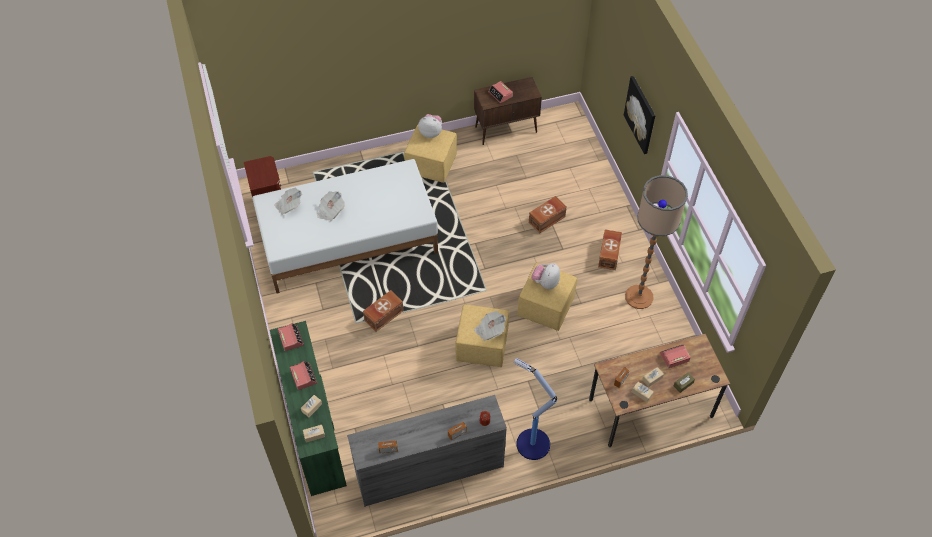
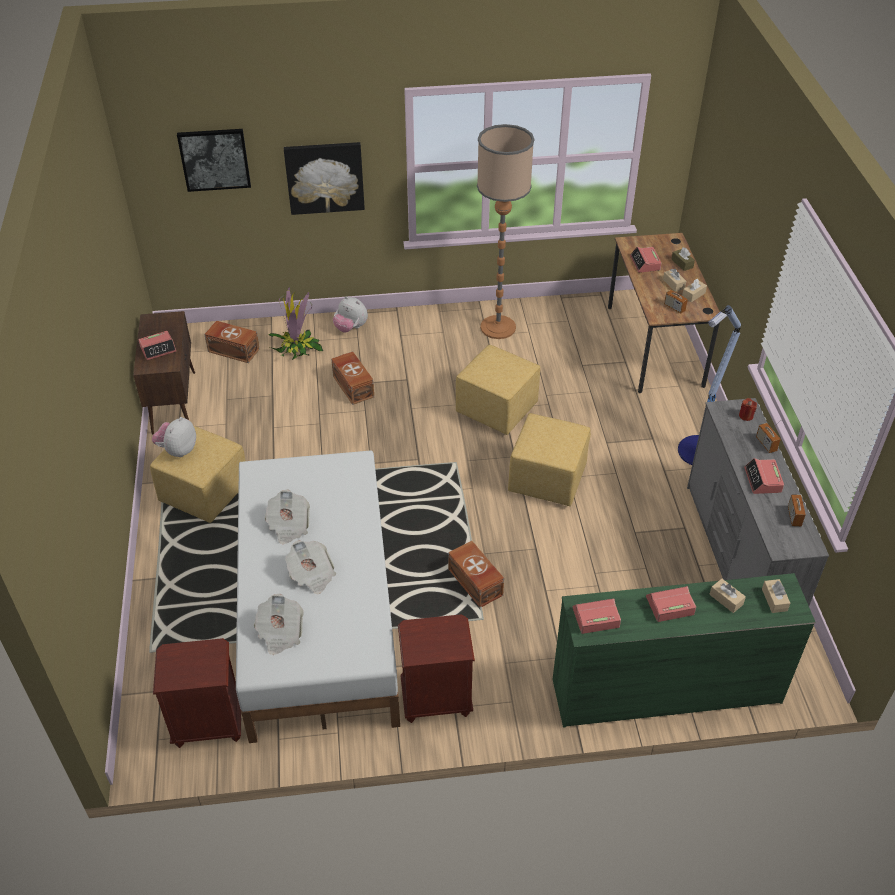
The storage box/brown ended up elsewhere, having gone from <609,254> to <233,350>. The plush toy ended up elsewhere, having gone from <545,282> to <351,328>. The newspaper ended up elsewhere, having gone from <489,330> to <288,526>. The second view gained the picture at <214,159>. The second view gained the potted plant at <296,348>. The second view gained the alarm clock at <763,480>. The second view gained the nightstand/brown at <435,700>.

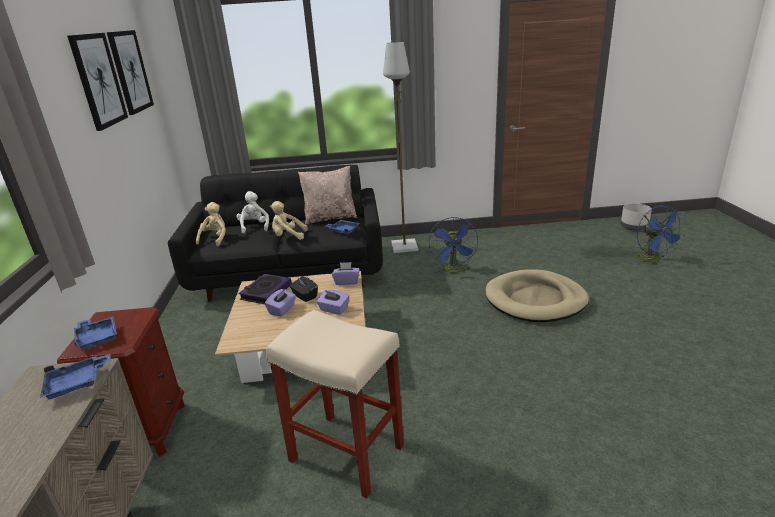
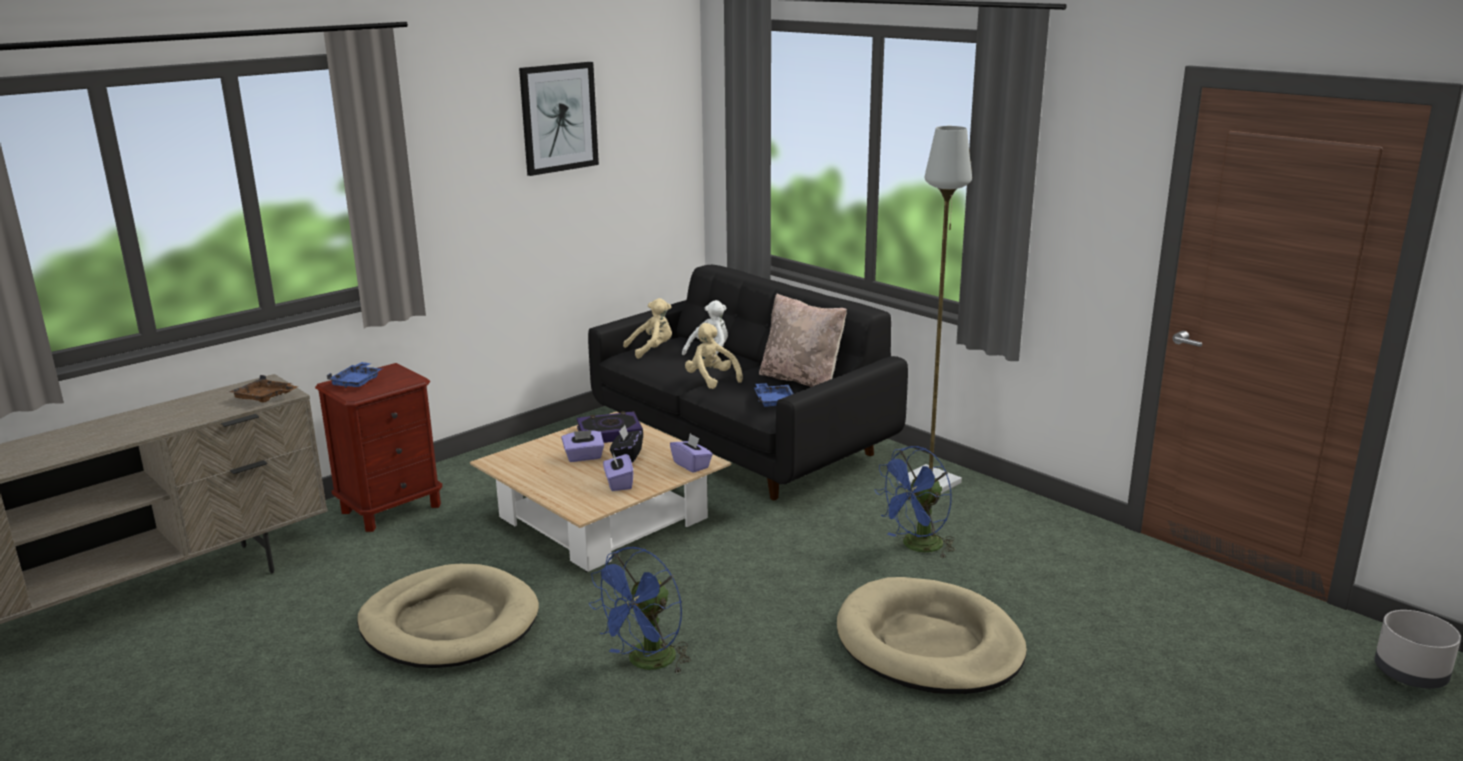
The second view lost the picture at <130,71>. The fan/blue ended up elsewhere, having gone from <652,260> to <646,663>. Where the stool/beige stood at <345,453>, the dog bed/beige came to stand at <449,623>. What was the tray/blue at <77,383> turned into the tray/brown at <265,398>.

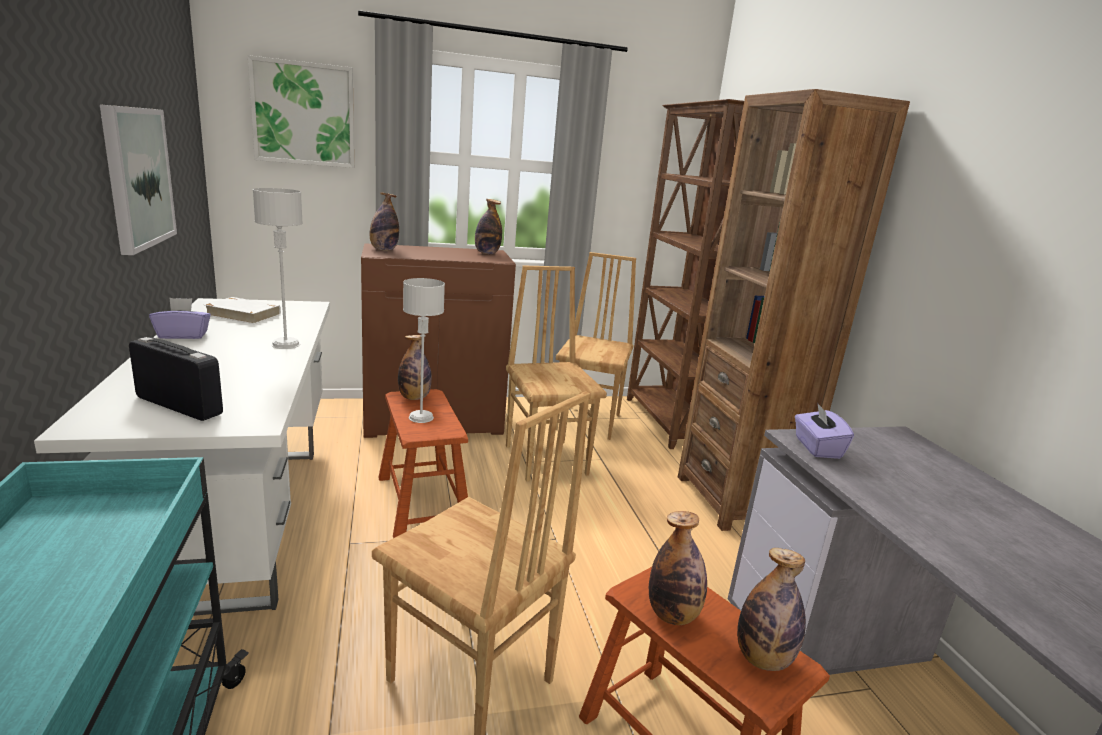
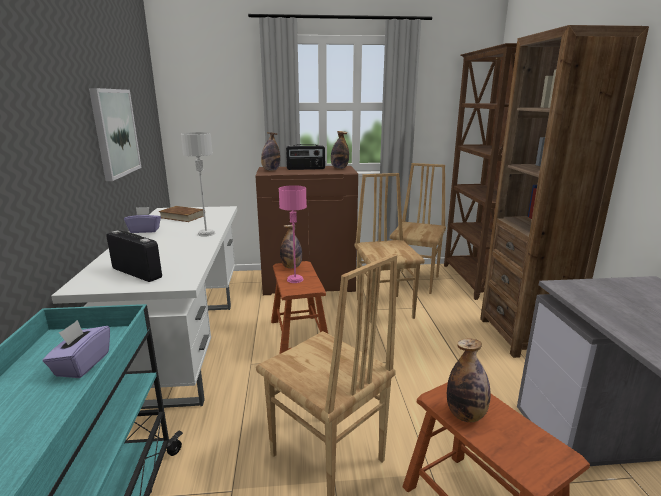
The second view lost the picture at <304,114>. What was the table lamp/grey at <420,418> turned into the table lamp/pink at <295,279>. What was the book/white at <243,315> turned into the book/brown at <182,216>. The tissue box/purple ended up elsewhere, having gone from <817,448> to <82,364>. The second view lost the bottle at <762,659>. The second view gained the radio at <305,169>.

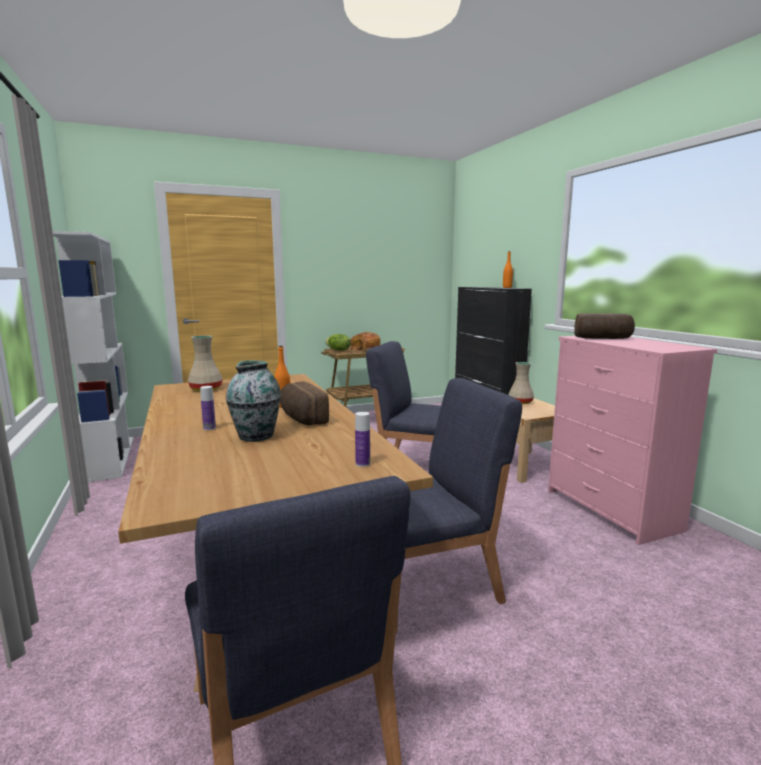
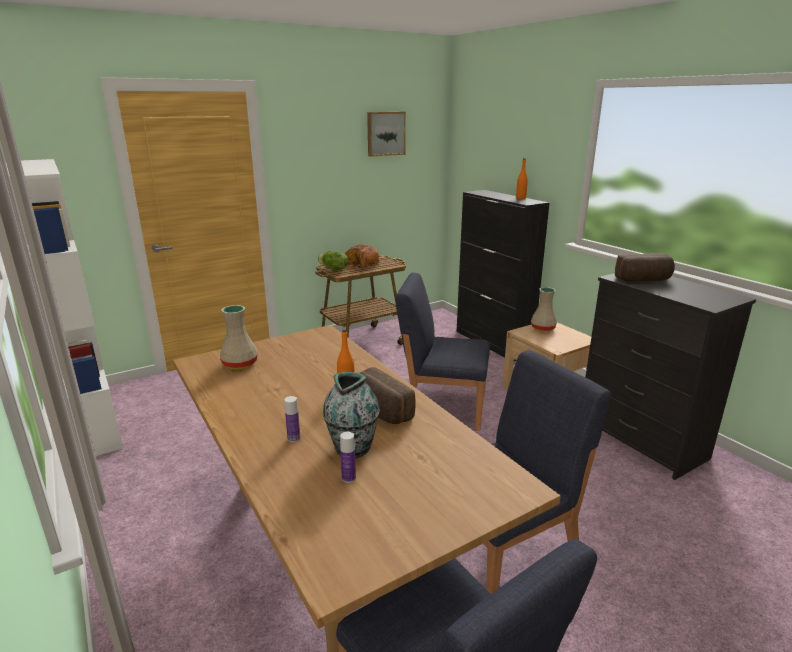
What was the dresser/pink at <611,510> turned into the dresser/black at <641,441>. The bottle ended up elsewhere, having gone from <362,464> to <348,478>. The second view gained the picture at <385,133>.

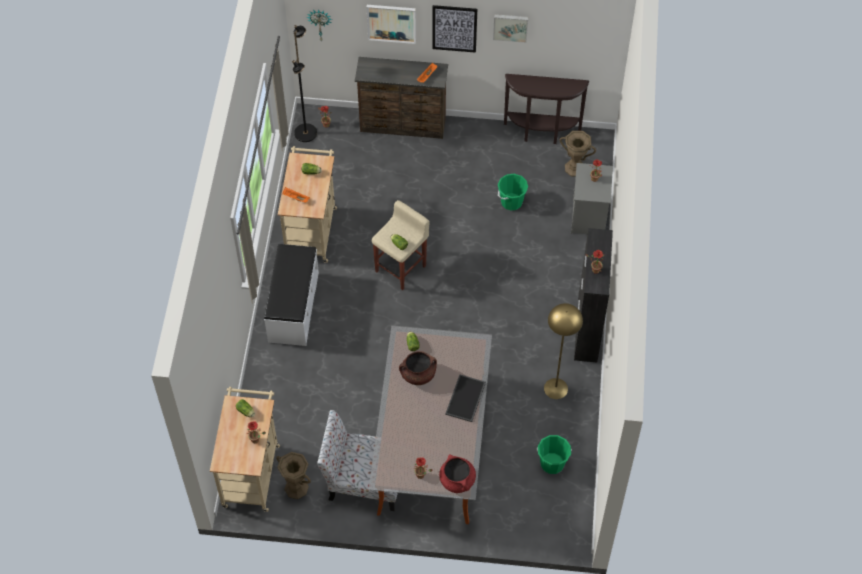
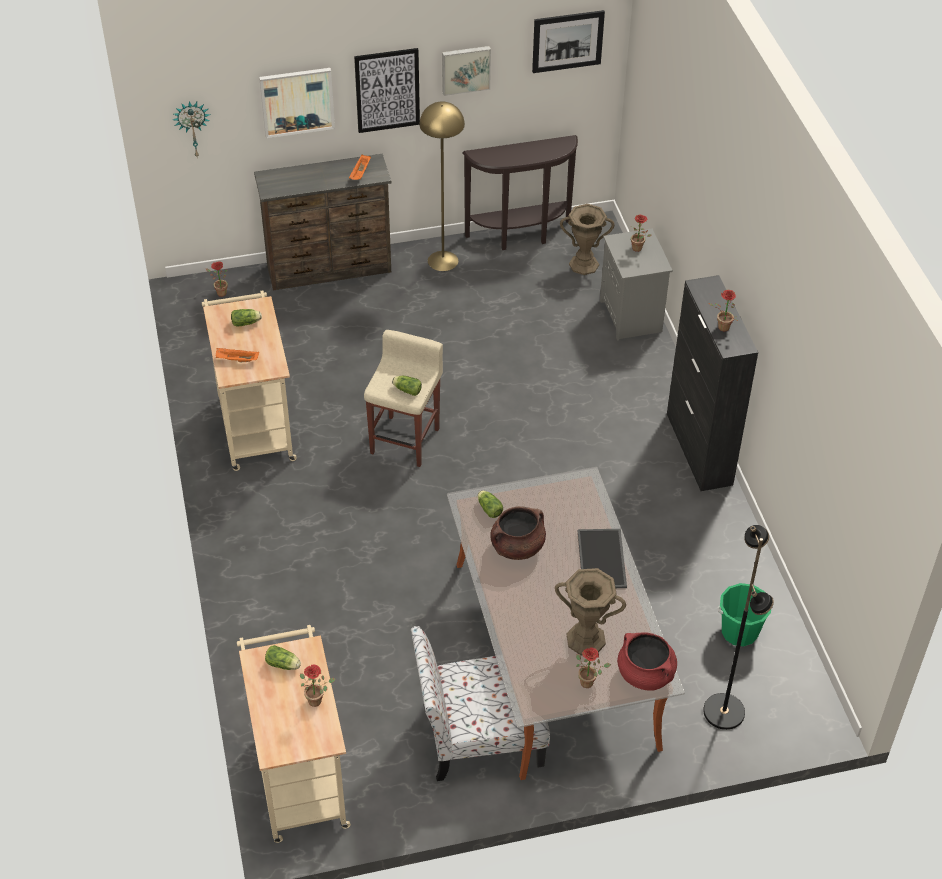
The floor lamp/black ended up elsewhere, having gone from <306,133> to <724,711>. The second view lost the bucket/green at <511,202>. The second view lost the bench/white at <293,307>. The floor lamp/yellow ended up elsewhere, having gone from <556,388> to <443,260>. The vase/brown ended up elsewhere, having gone from <296,488> to <585,639>. The second view gained the picture at <567,41>.

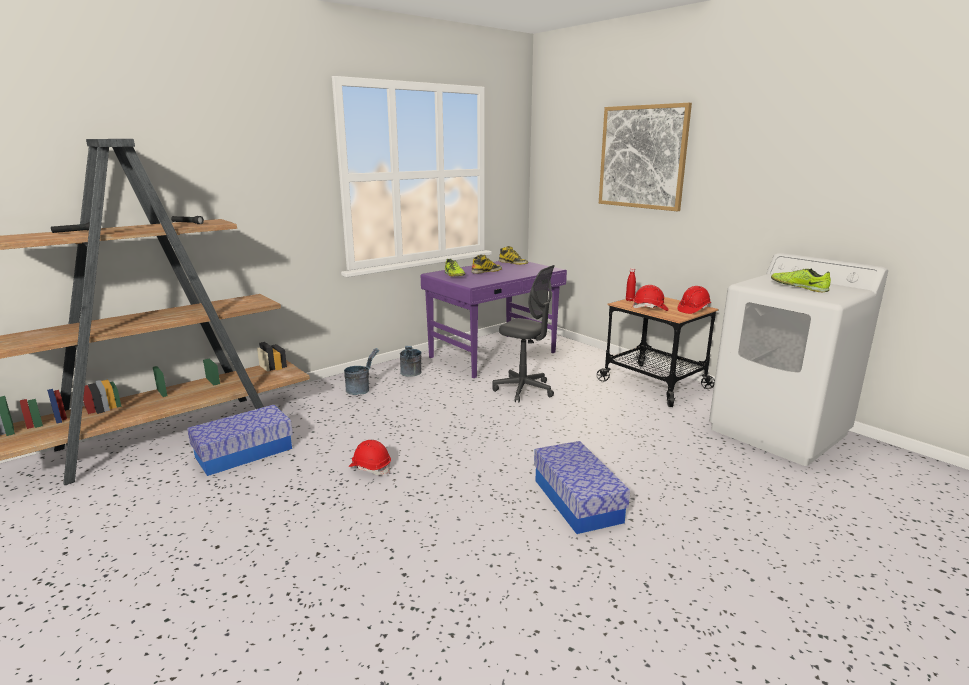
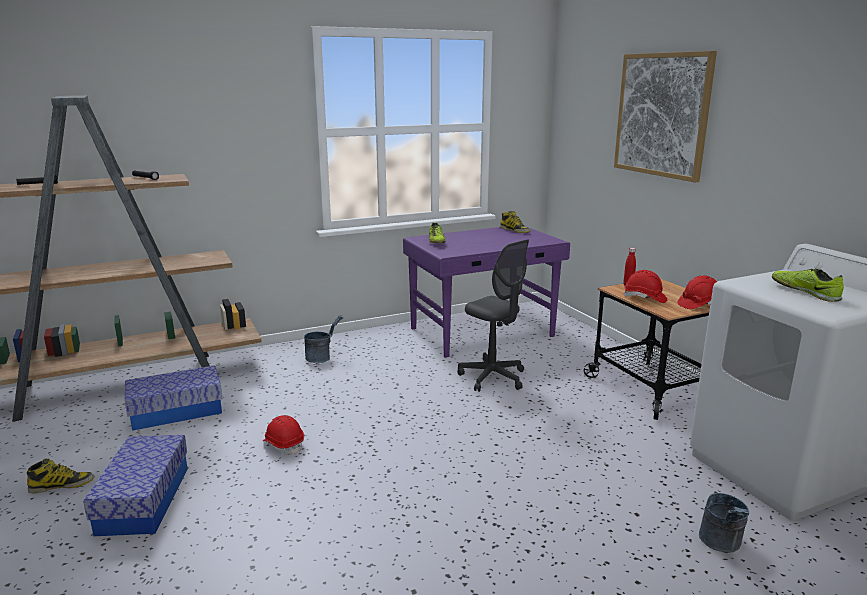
The boot ended up elsewhere, having gone from <486,271> to <62,485>. The bucket/grey ended up elsewhere, having gone from <411,374> to <721,544>. The storage box ended up elsewhere, having gone from <577,500> to <144,500>.

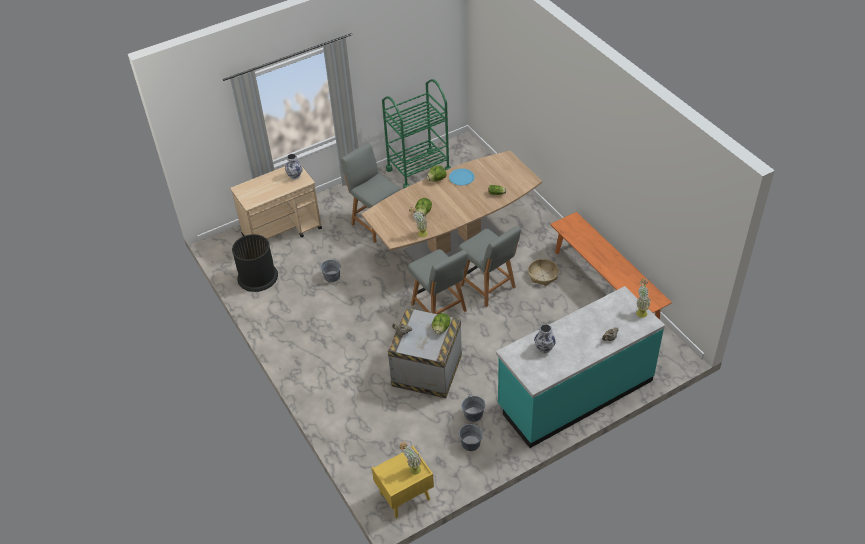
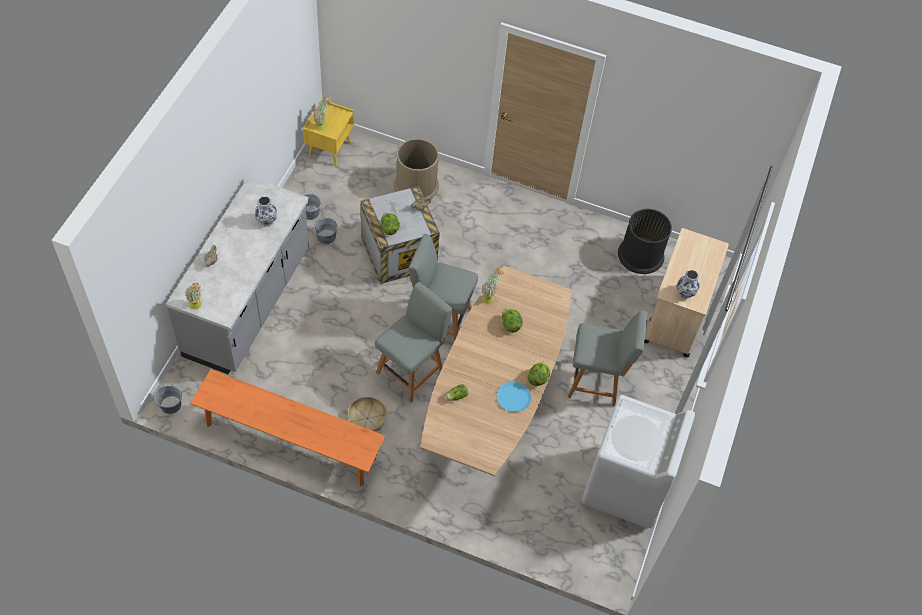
Where the cart/green stood at <418,170>, the washing machine/white came to stand at <625,487>. The chair/grey at <489,287> ended up facing another way, 120 degrees clockwise from before. The bucket/grey ended up elsewhere, having gone from <332,276> to <170,405>. What was the counter/turquoise at <575,393> turned into the counter/grey at <249,303>. The second view gained the trash can/brown at <416,185>.

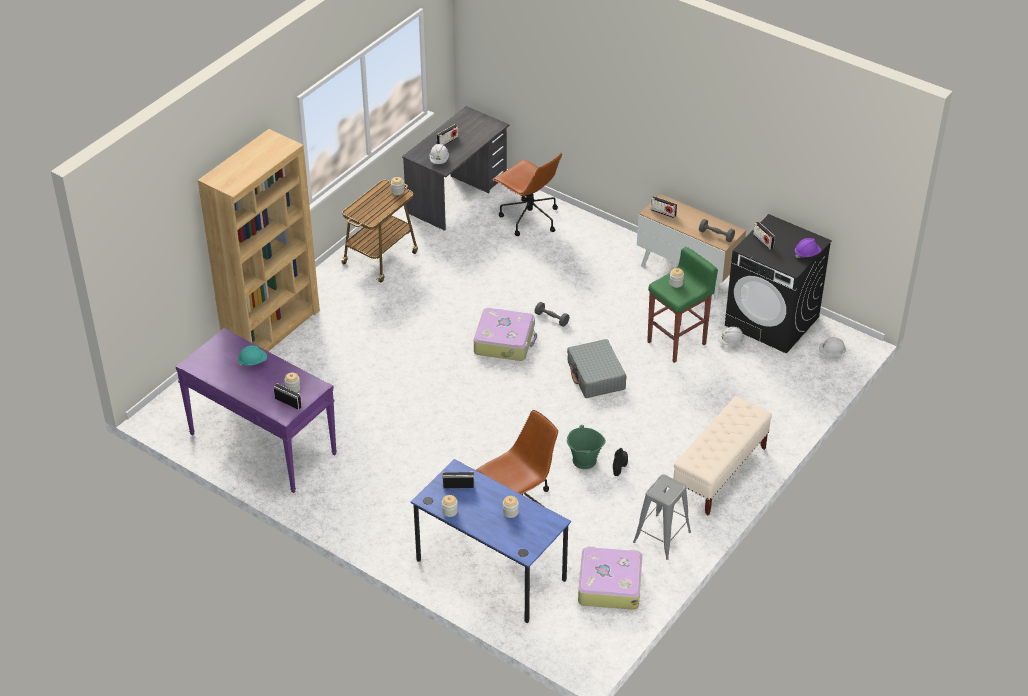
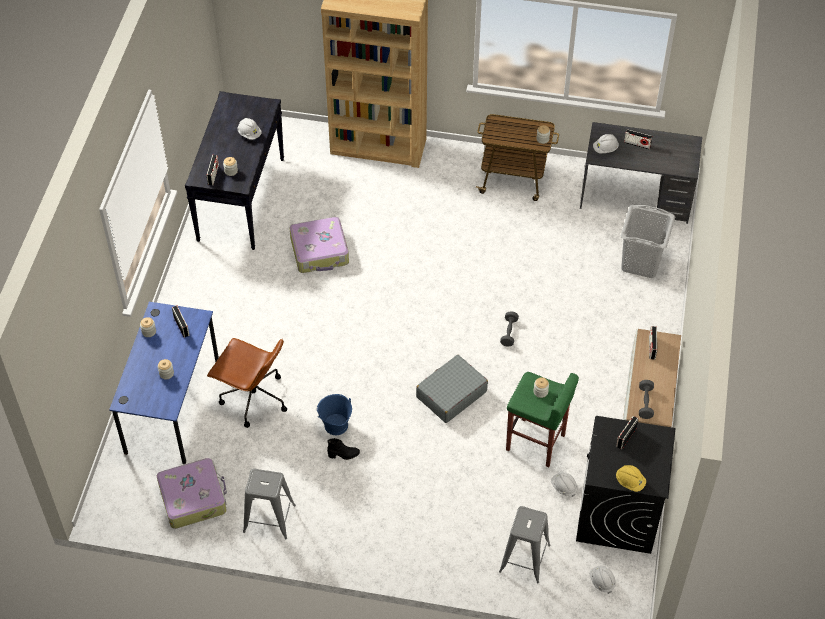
Where the office chair/brown stood at <529,218>, the laundry basket/grey came to stand at <640,263>. What was the hard hat/purple at <807,254> turned into the hard hat/yellow at <630,482>. The suitcase ended up elsewhere, having gone from <505,341> to <320,251>. What was the console table/purple at <262,444> turned into the console table/black at <241,199>. What was the hard hat/turquoise at <253,361> turned into the hard hat/white at <249,134>. The second view lost the bench/beige at <719,473>. What was the bucket/green at <584,460> turned into the bucket/blue at <335,425>. The second view gained the stool/grey at <524,558>.

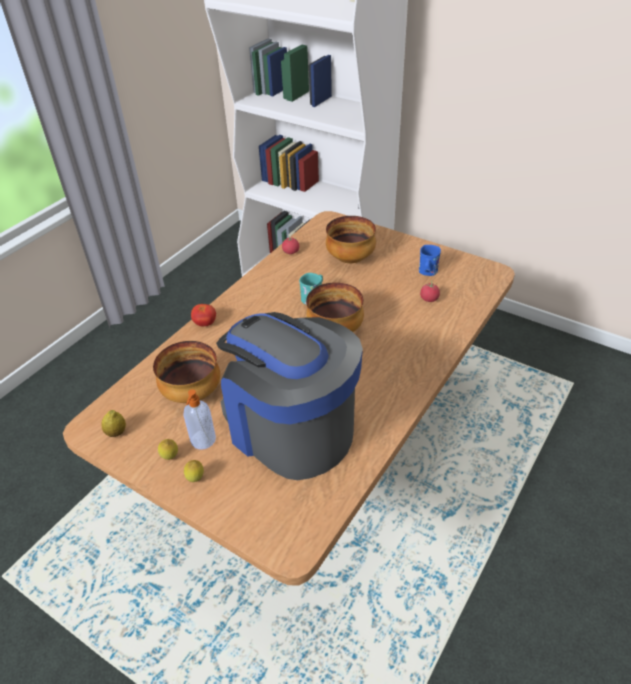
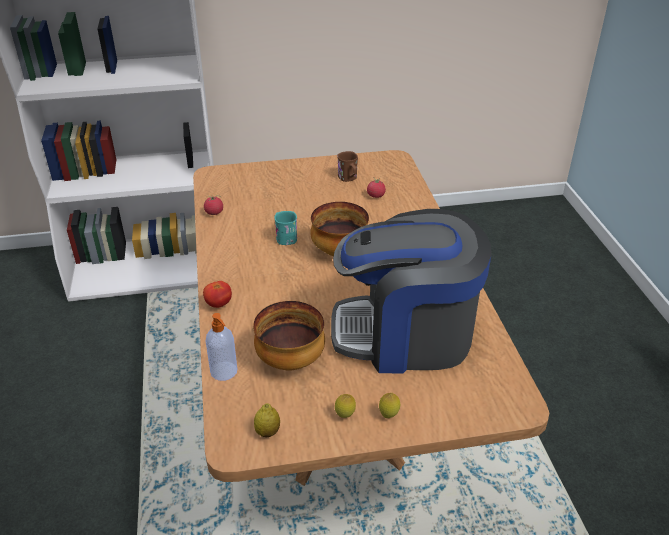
The second view lost the bowl at <351,259>. What was the mug/blue at <427,272> turned into the mug/brown at <349,178>. The soap dispenser ended up elsewhere, having gone from <203,440> to <224,372>.

